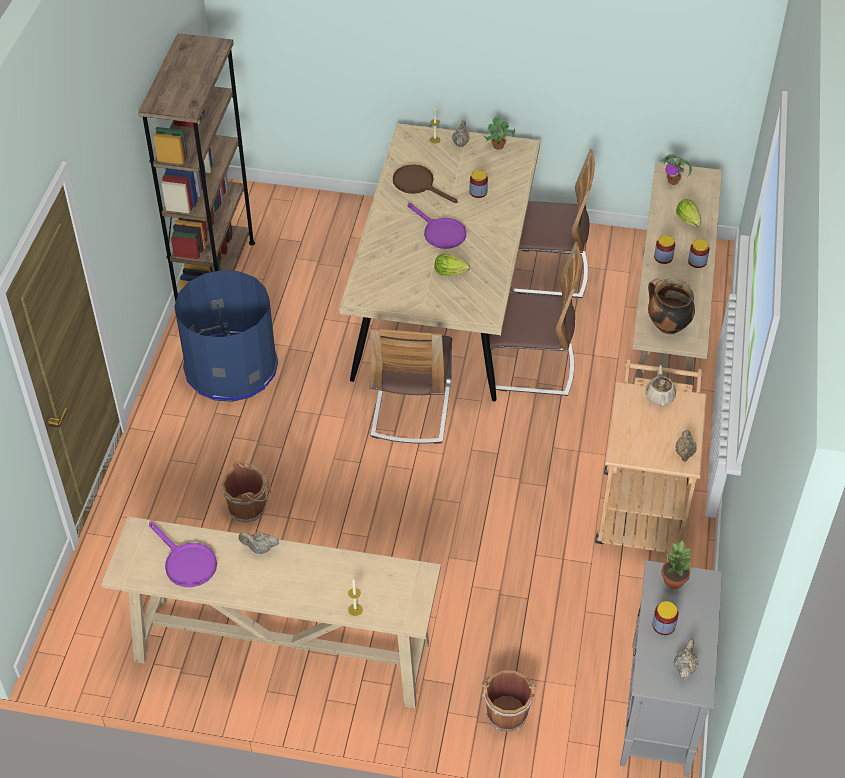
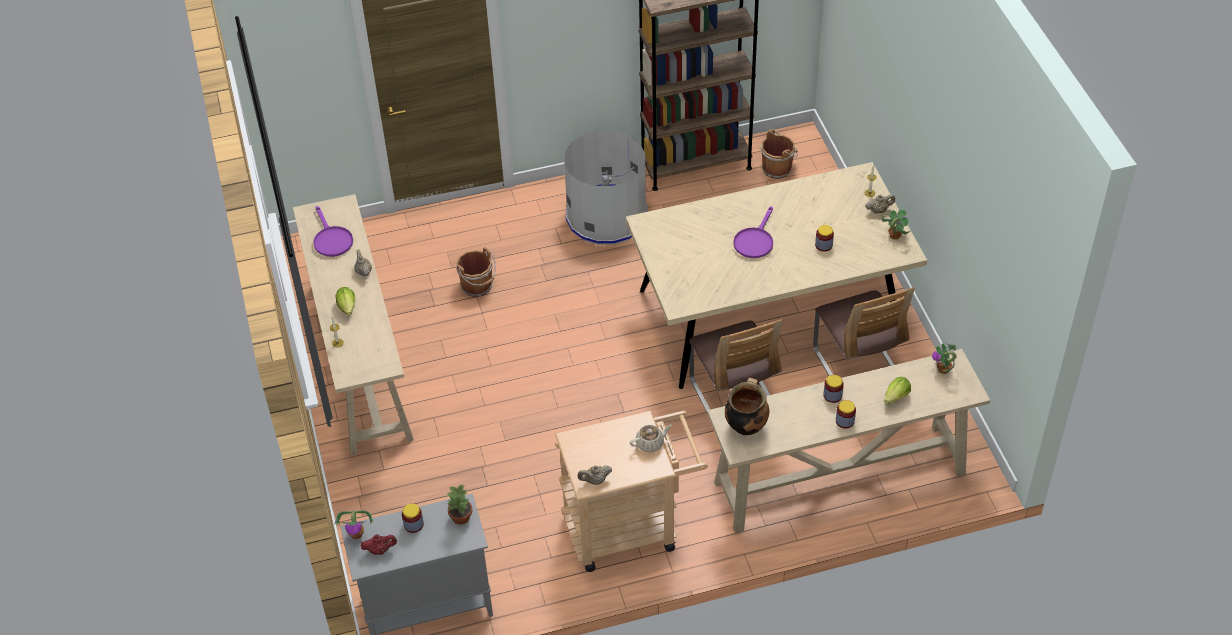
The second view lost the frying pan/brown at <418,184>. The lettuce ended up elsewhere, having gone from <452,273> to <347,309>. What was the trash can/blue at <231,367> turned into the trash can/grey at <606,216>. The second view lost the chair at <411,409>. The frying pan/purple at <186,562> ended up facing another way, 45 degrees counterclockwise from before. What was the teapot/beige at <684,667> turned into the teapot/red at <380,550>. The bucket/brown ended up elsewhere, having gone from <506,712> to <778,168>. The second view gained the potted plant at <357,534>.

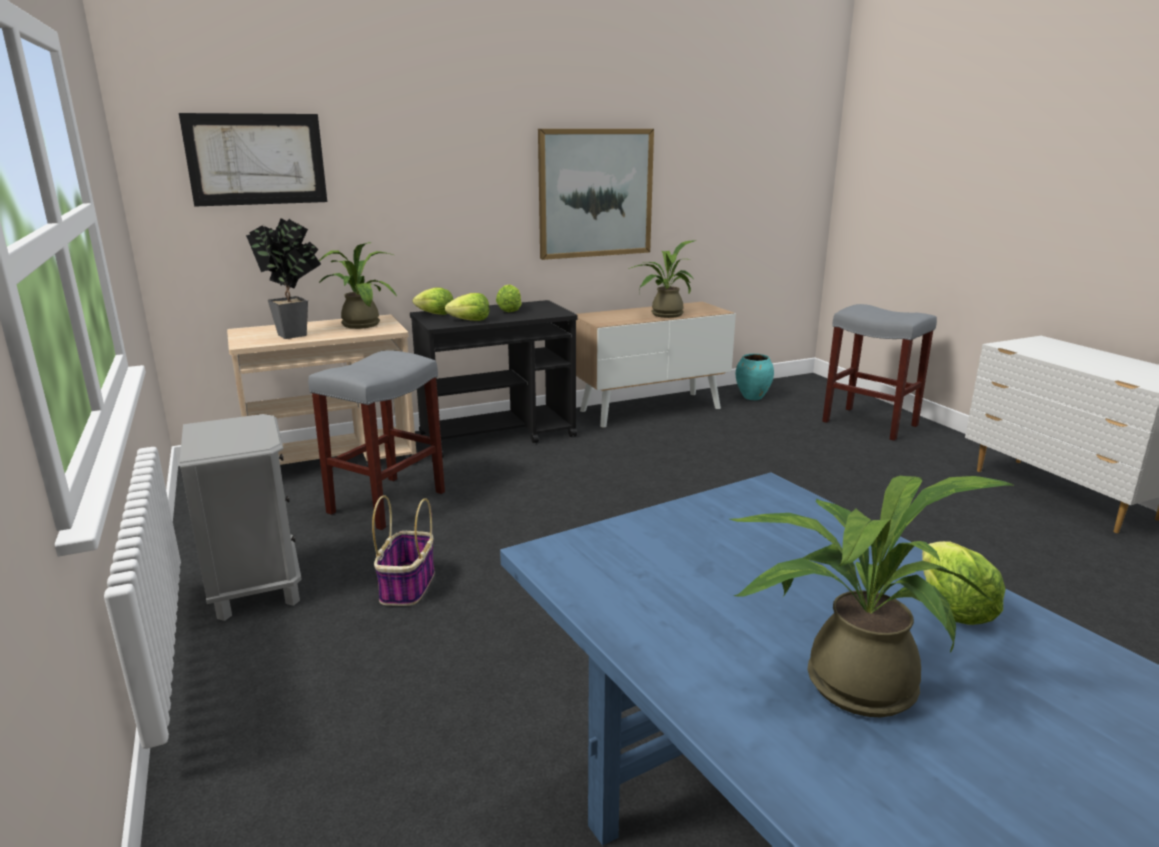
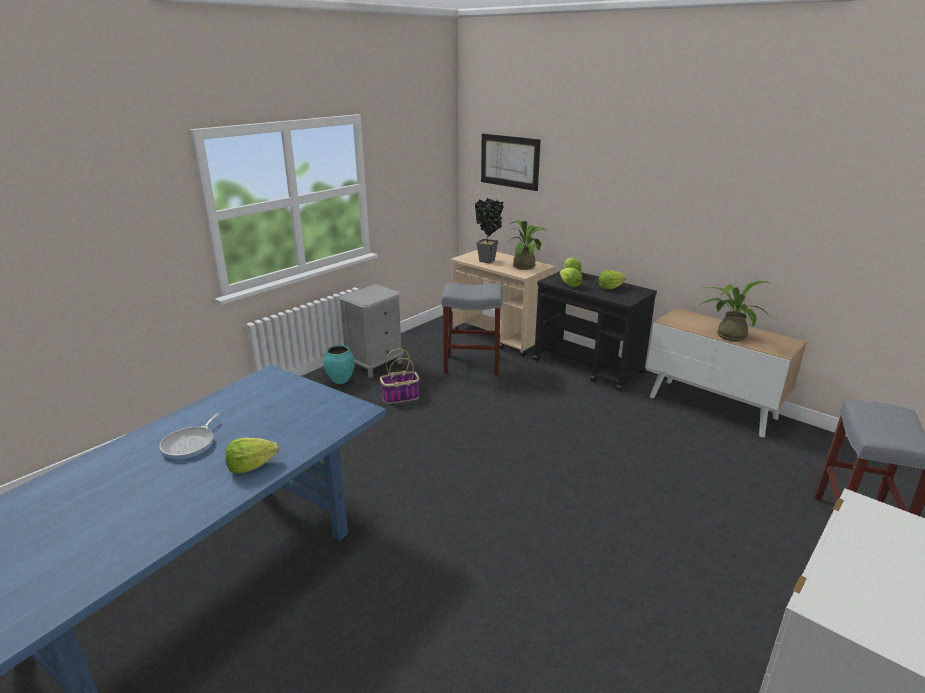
The second view lost the picture at <595,193>. The vase/turquoise ended up elsewhere, having gone from <753,397> to <340,381>. Where the potted plant stood at <846,680>, the frying pan came to stand at <191,444>.

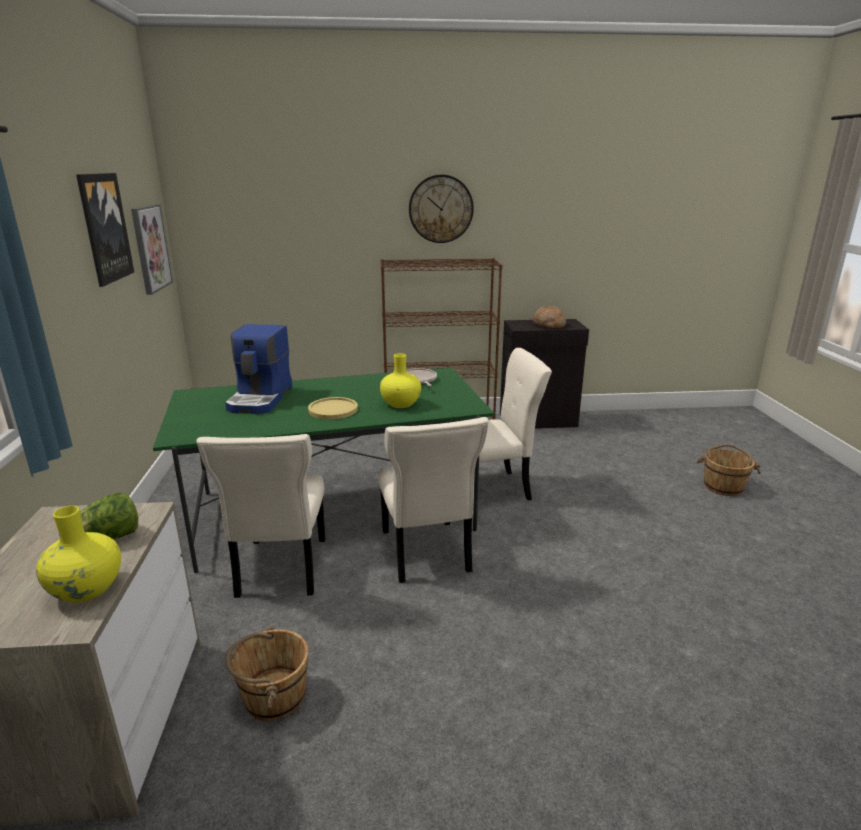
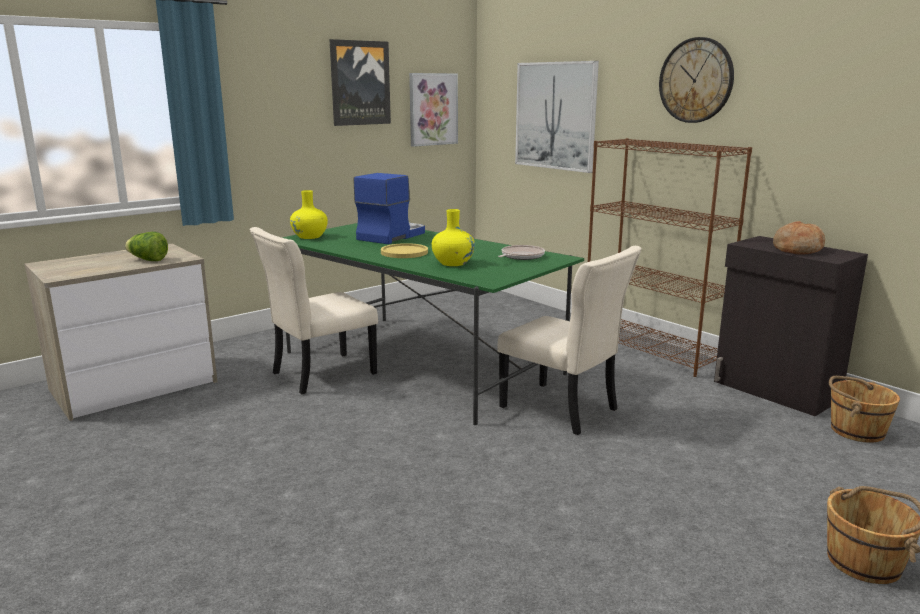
The coffee machine at <261,399> ended up facing another way, 150 degrees clockwise from before. The second view lost the chair/beige at <426,553>. The vase/yellow ended up elsewhere, having gone from <87,589> to <309,237>. The bucket/brown ended up elsewhere, having gone from <273,696> to <856,430>. The second view gained the picture at <555,116>.

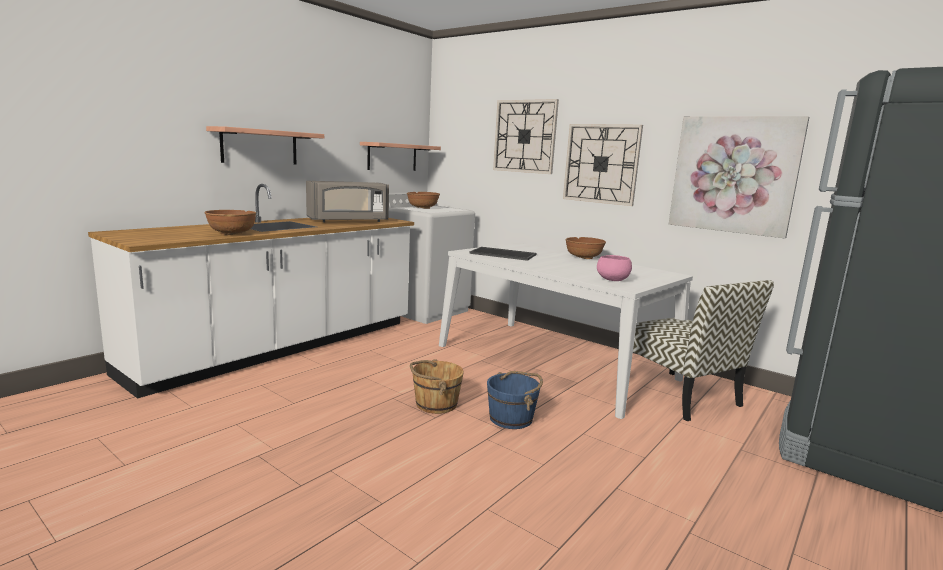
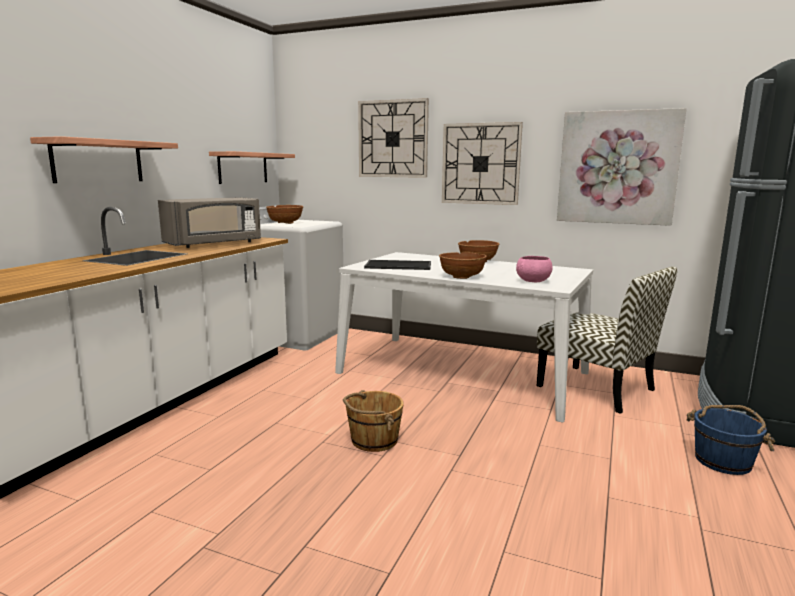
The bowl/brown ended up elsewhere, having gone from <232,233> to <461,276>. The bucket/blue ended up elsewhere, having gone from <512,418> to <723,461>.

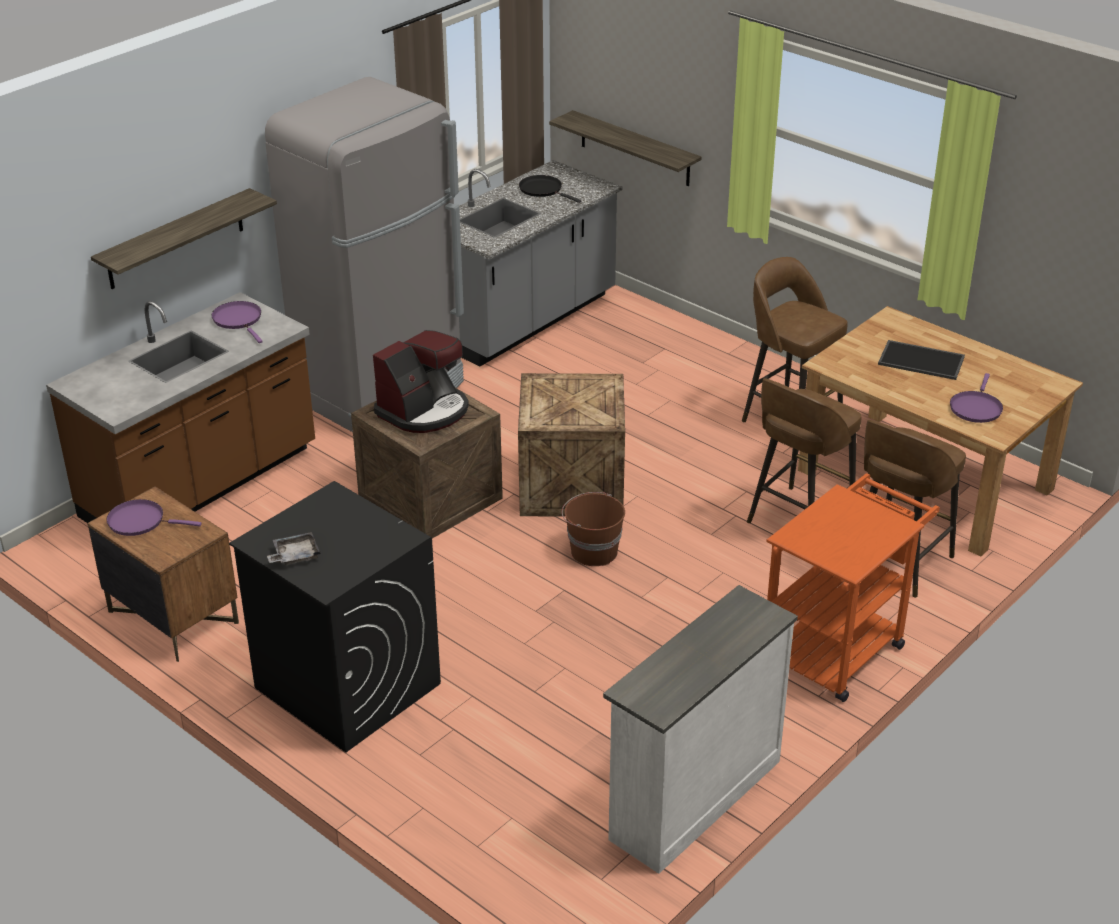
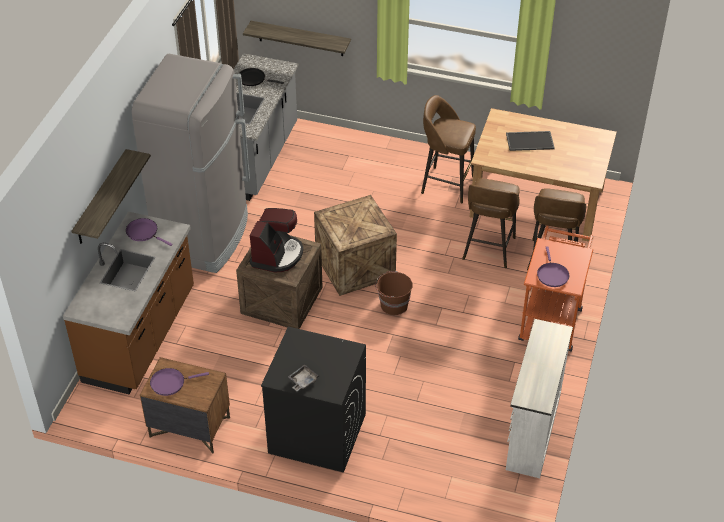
The frying pan/purple ended up elsewhere, having gone from <975,408> to <552,275>.

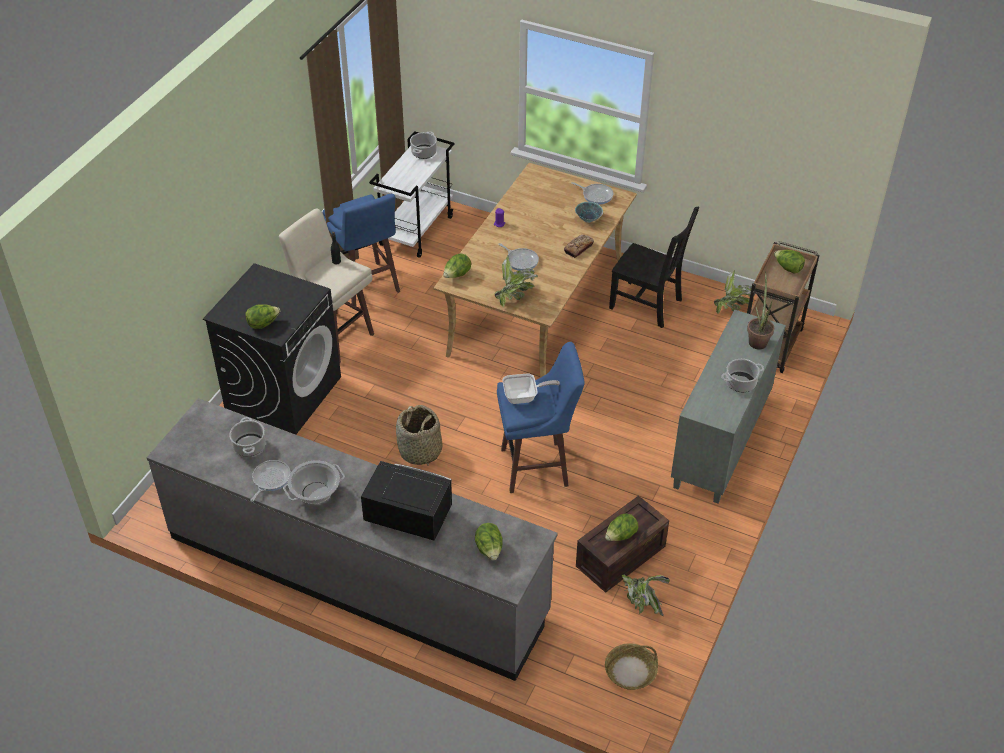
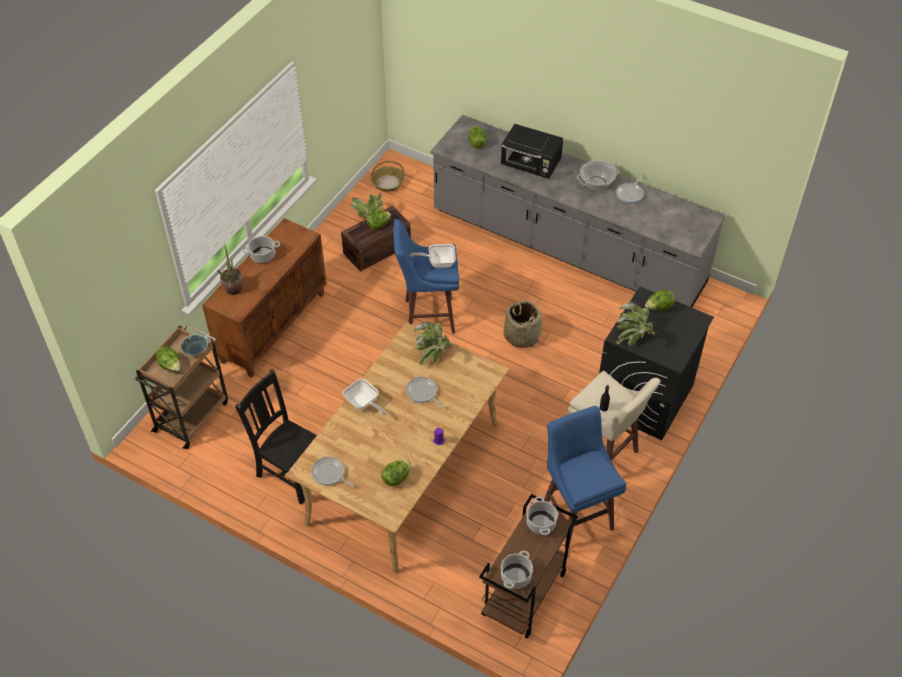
What was the cart/white at <416,230> turned into the cart/brown at <524,595>. The bowl ended up elsewhere, having gone from <588,219> to <196,351>. Where the bread stood at <578,248>, the frying pan came to stand at <364,404>. The lettuce ended up elsewhere, having gone from <457,275> to <396,478>. The potted plant ended up elsewhere, having gone from <733,307> to <633,336>. What was the cabinet/grey at <721,443> turned into the cabinet/brown at <273,326>. The cooking pot ended up elsewhere, having gone from <249,446> to <541,523>.

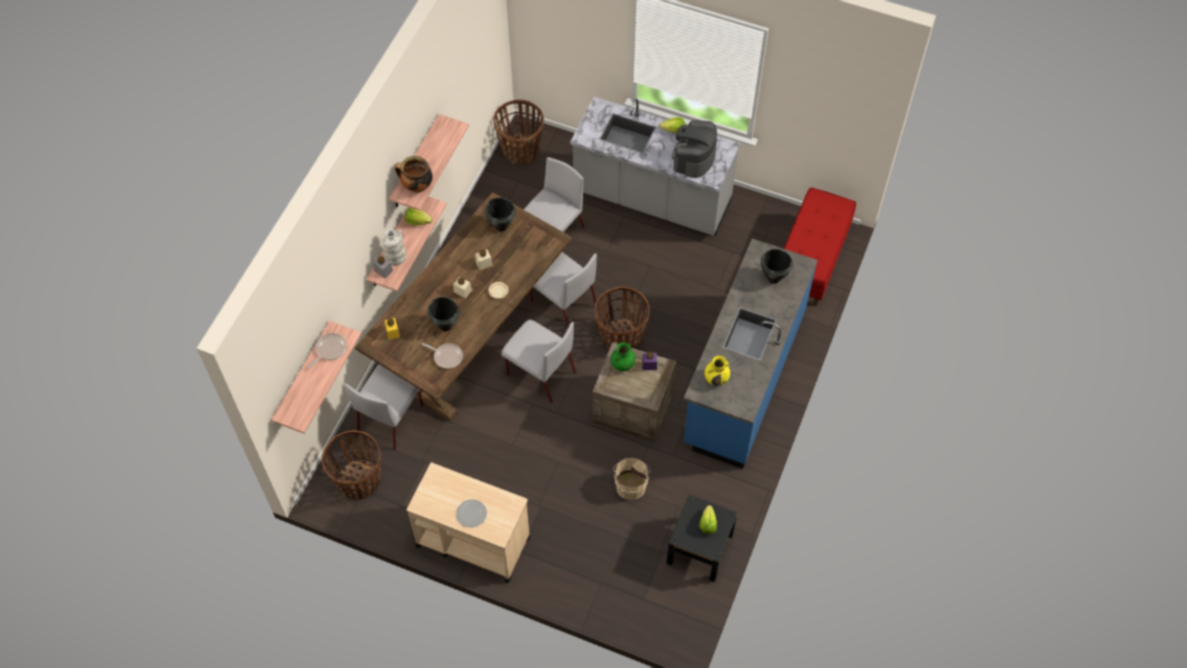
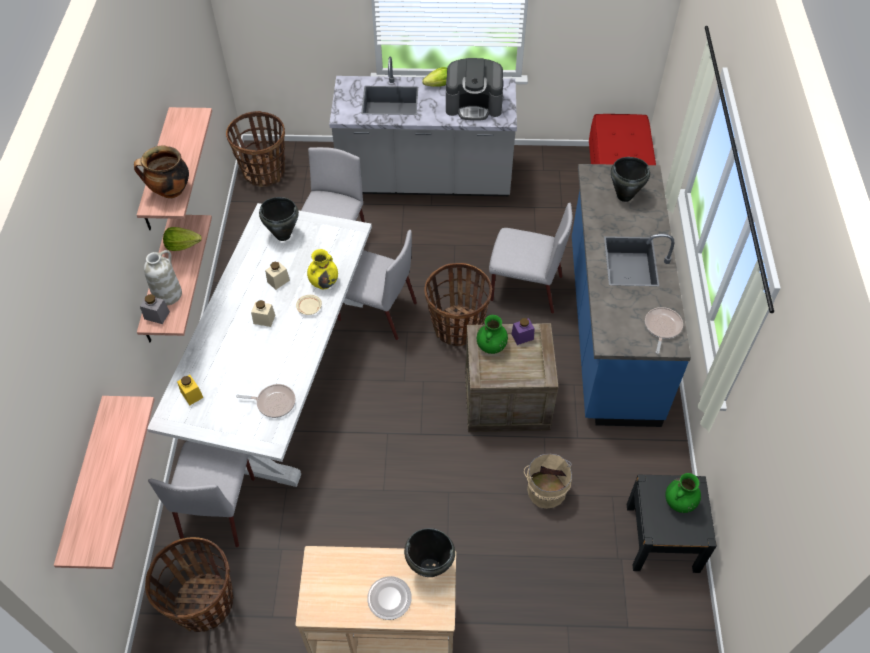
The coffee machine at <694,158> ended up facing another way, 90 degrees counterclockwise from before. What was the dining table/brown at <471,332> turned into the dining table/white at <282,374>. The cooking pot/black ended up elsewhere, having gone from <445,325> to <429,567>. The chair/grey ended up elsewhere, having gone from <540,373> to <524,288>. The frying pan ended up elsewhere, having gone from <330,350> to <662,327>. The vase/yellow ended up elsewhere, having gone from <716,379> to <324,282>. Where the lettuce stood at <707,524>, the vase/green came to stand at <679,503>.

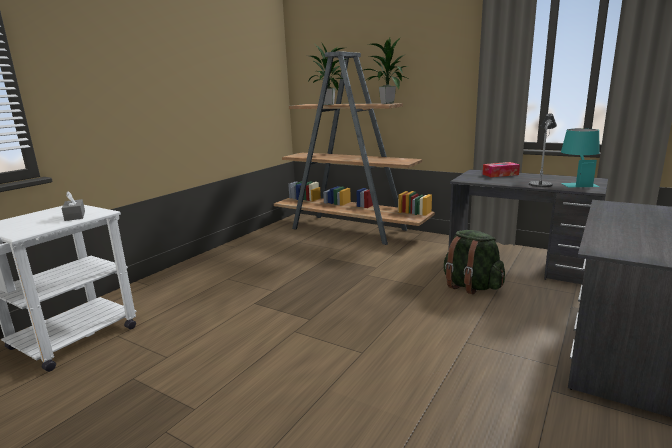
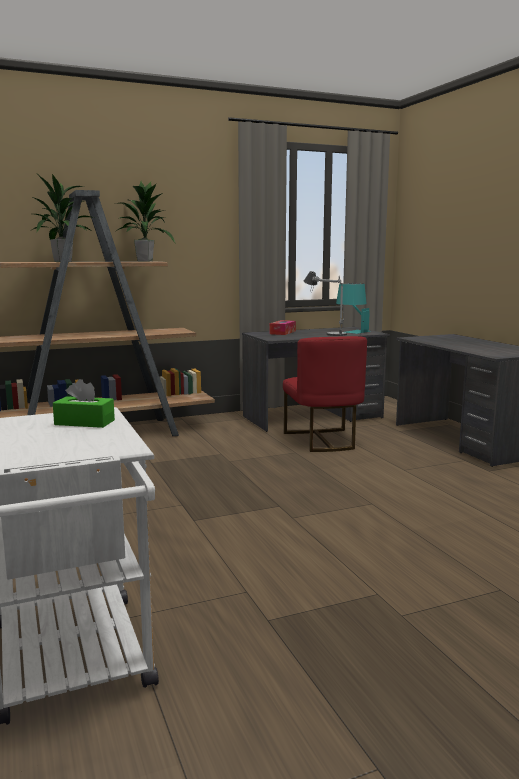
What was the tissue box/grey at <75,216> turned into the tissue box/green at <84,422>. Where the backpack/green stood at <470,286>, the chair/red came to stand at <322,440>.

